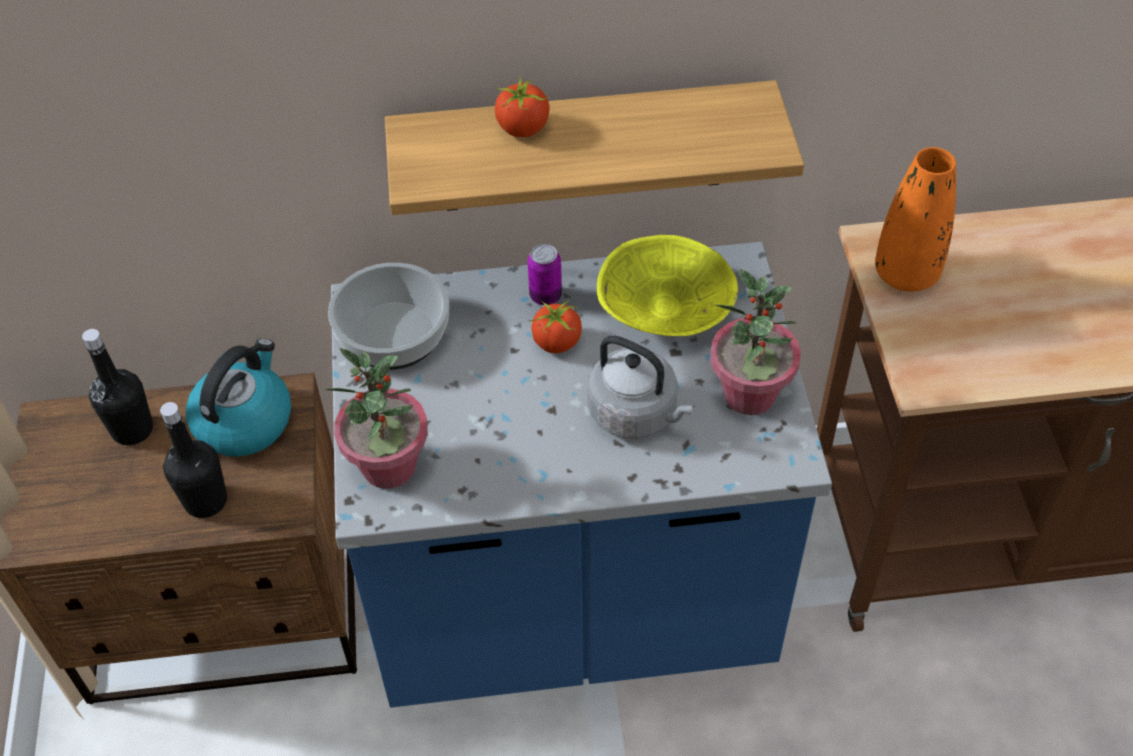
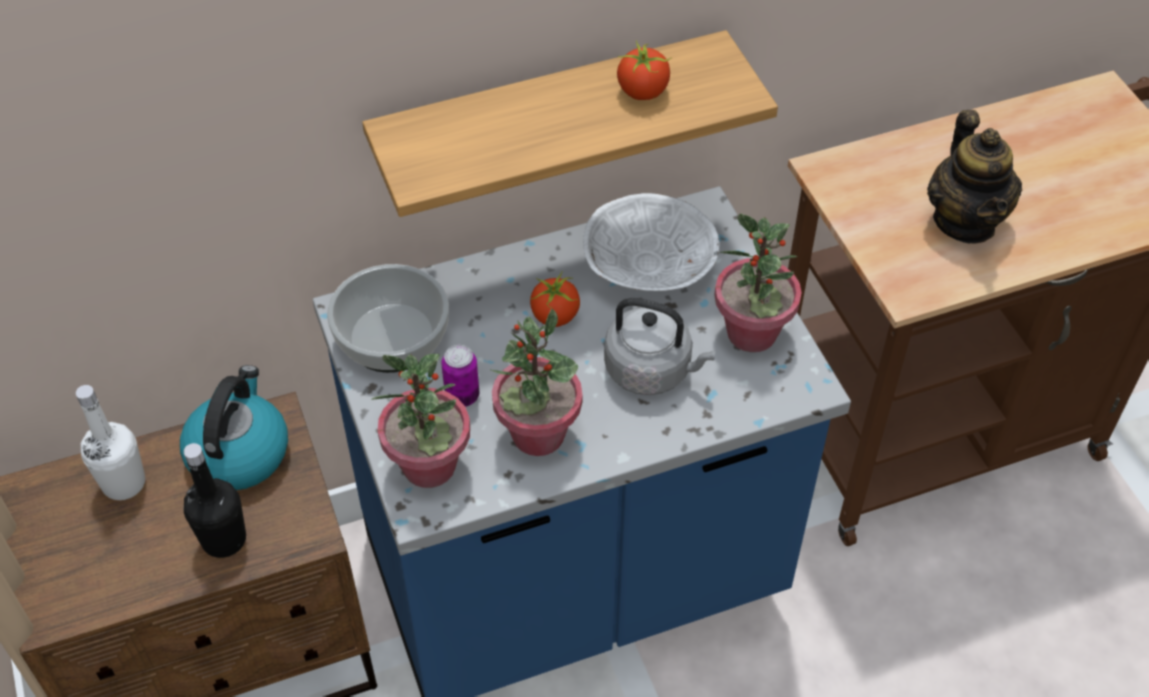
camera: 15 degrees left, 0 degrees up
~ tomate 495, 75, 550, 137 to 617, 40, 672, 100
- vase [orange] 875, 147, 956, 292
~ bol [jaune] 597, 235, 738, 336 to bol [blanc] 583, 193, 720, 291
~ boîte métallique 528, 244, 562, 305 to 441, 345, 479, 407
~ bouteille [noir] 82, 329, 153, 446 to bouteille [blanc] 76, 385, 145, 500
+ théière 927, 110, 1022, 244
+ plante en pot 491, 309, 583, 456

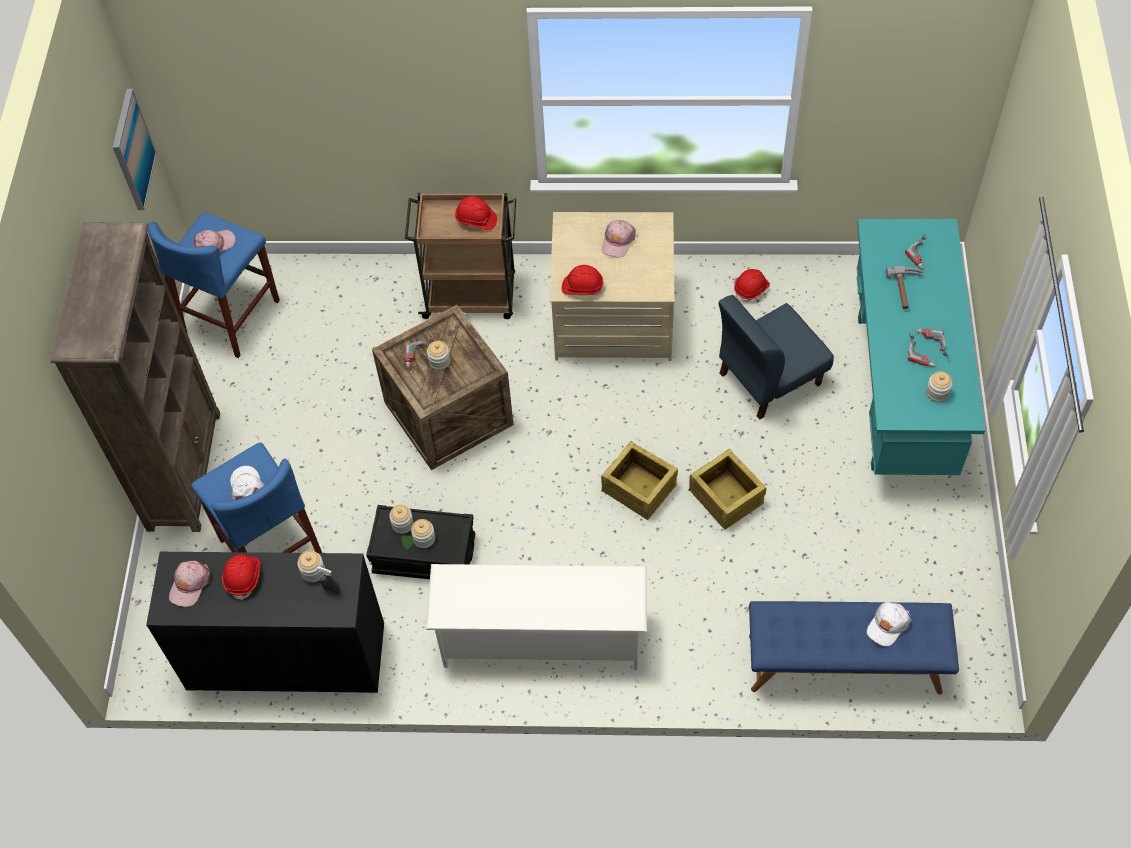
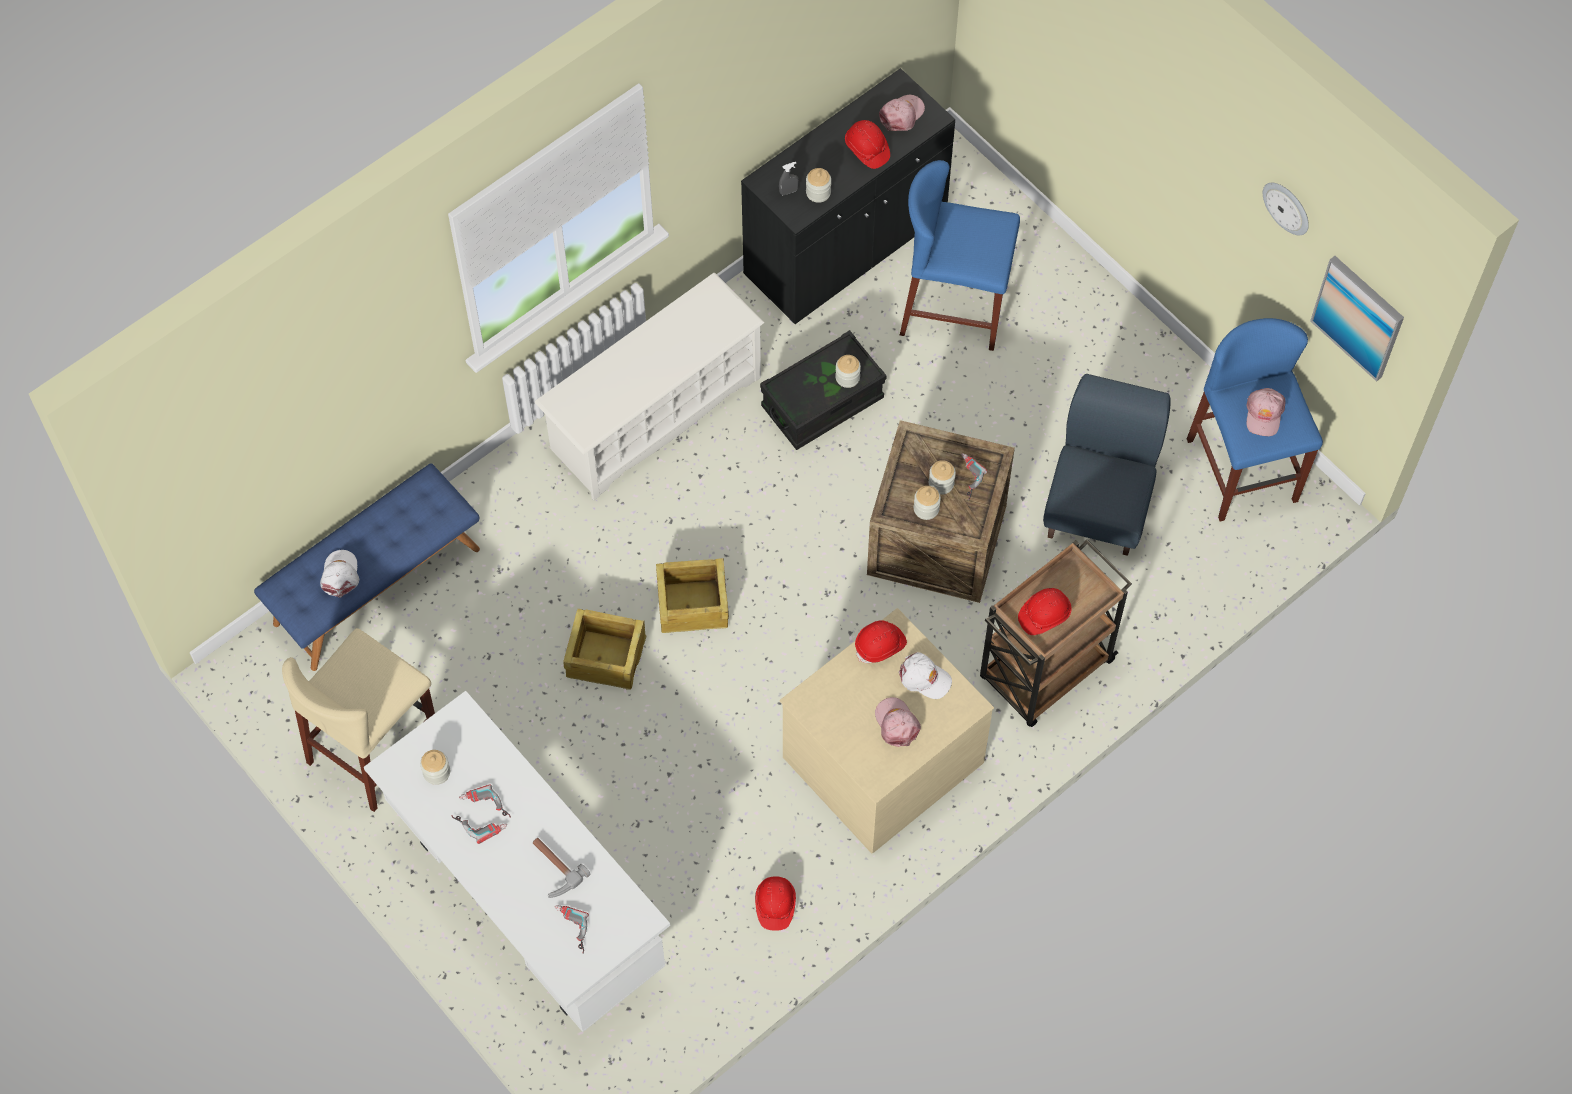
camera: 135 degrees right, 5 degrees up
~ bureau [turquoise] 857, 219, 985, 475 to bureau [blanc] 364, 691, 670, 1032
- bibliothèque [marron] 51, 222, 220, 532
~ chaise [bleu] 718, 295, 834, 419 to 1043, 374, 1171, 556
~ casquette [blanc] 230, 466, 264, 500 to 899, 652, 952, 699
~ bocal 411, 519, 435, 548 to 914, 486, 941, 520
~ casquette [rose] 169, 561, 211, 607 = 879, 95, 925, 131 60 degrees clockwise
+ horloge murale 1263, 182, 1309, 235
+ tabouret [beige] 282, 628, 435, 812

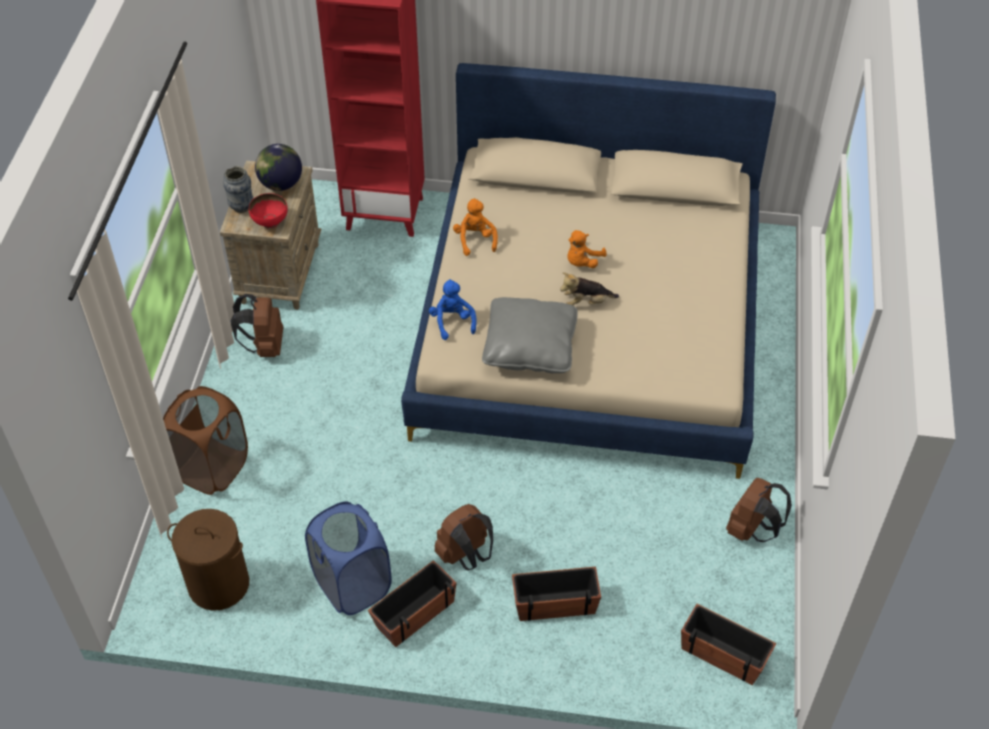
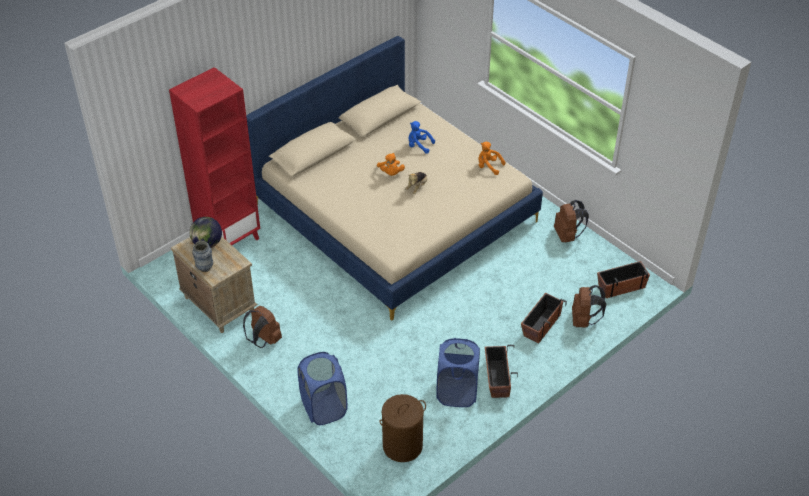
camera: 50 degrees left, 5 degrees down
- bol [rouge] 249, 193, 288, 229
~ peluche [orange] 453, 198, 498, 256 to 478, 142, 505, 175
~ peluche [bleu] 429, 279, 477, 340 to 409, 121, 435, 154
- coussin [gris] 482, 297, 578, 373
~ panier à linge [marron] 163, 386, 248, 495 to panier à linge [bleu] 297, 352, 348, 425
~ sac à dos [marron] 435, 504, 493, 570 to 572, 285, 606, 327

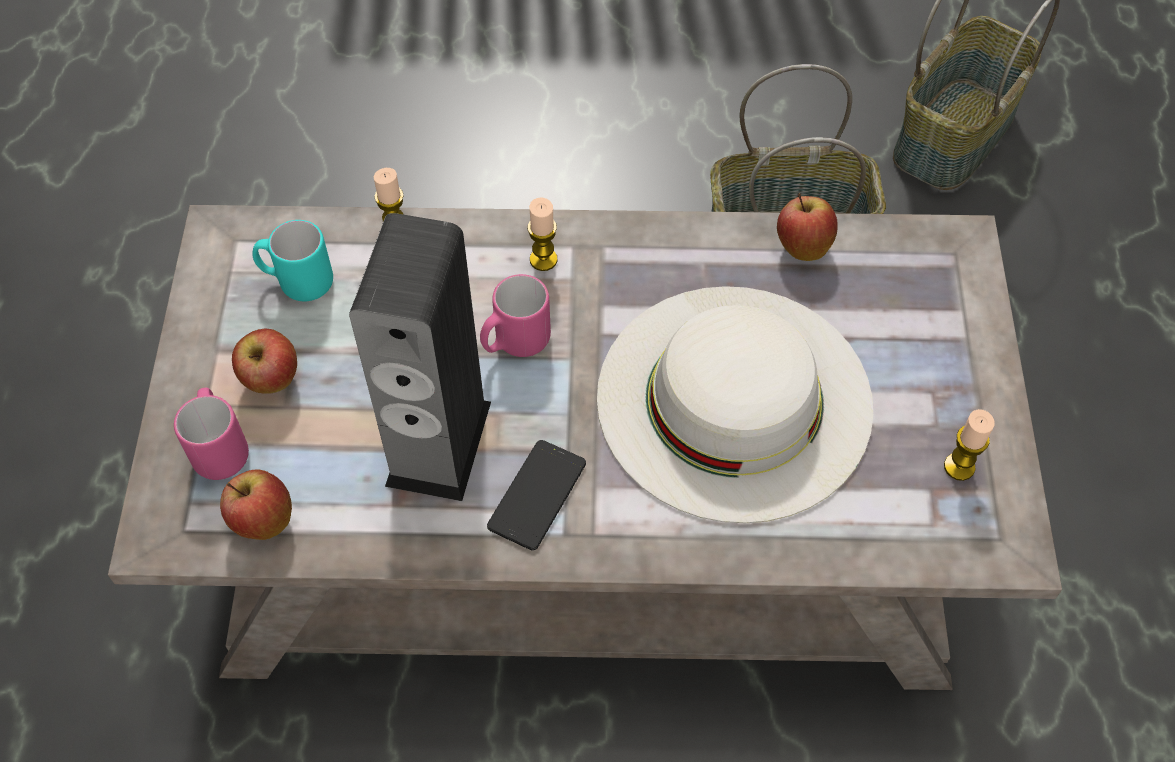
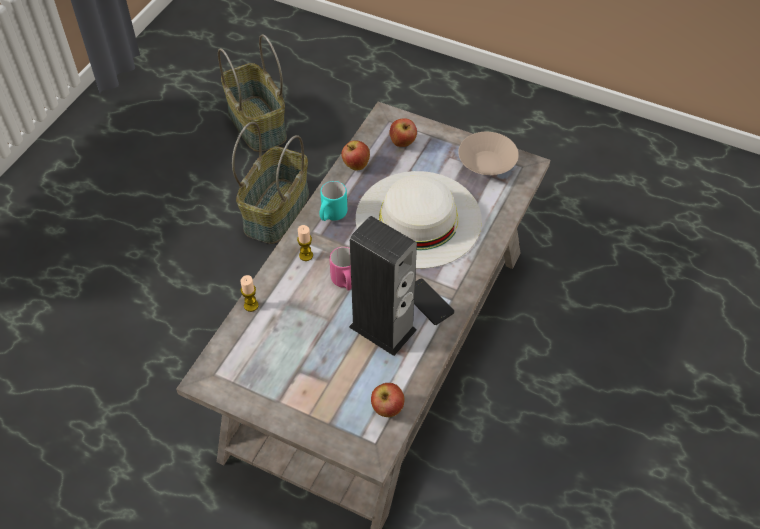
camera: 65 degrees left, 5 degrees down
~ mug [turquoise] 252, 220, 333, 301 to 319, 181, 347, 221
~ pomme 232, 329, 297, 394 to 390, 118, 417, 147
- mug [rose] 174, 388, 249, 480
~ bougie 944, 409, 995, 481 to bol [beige] 458, 132, 519, 175

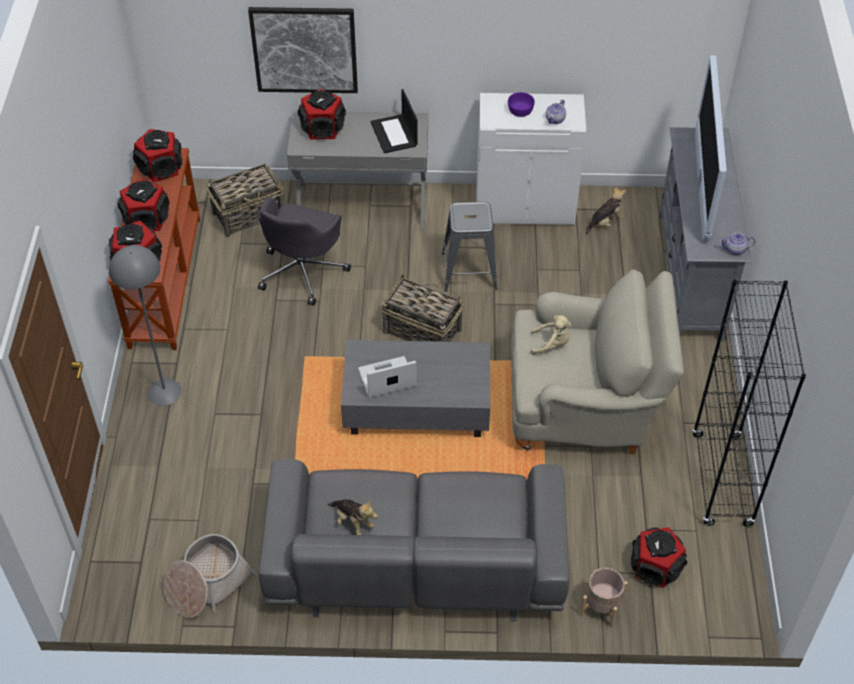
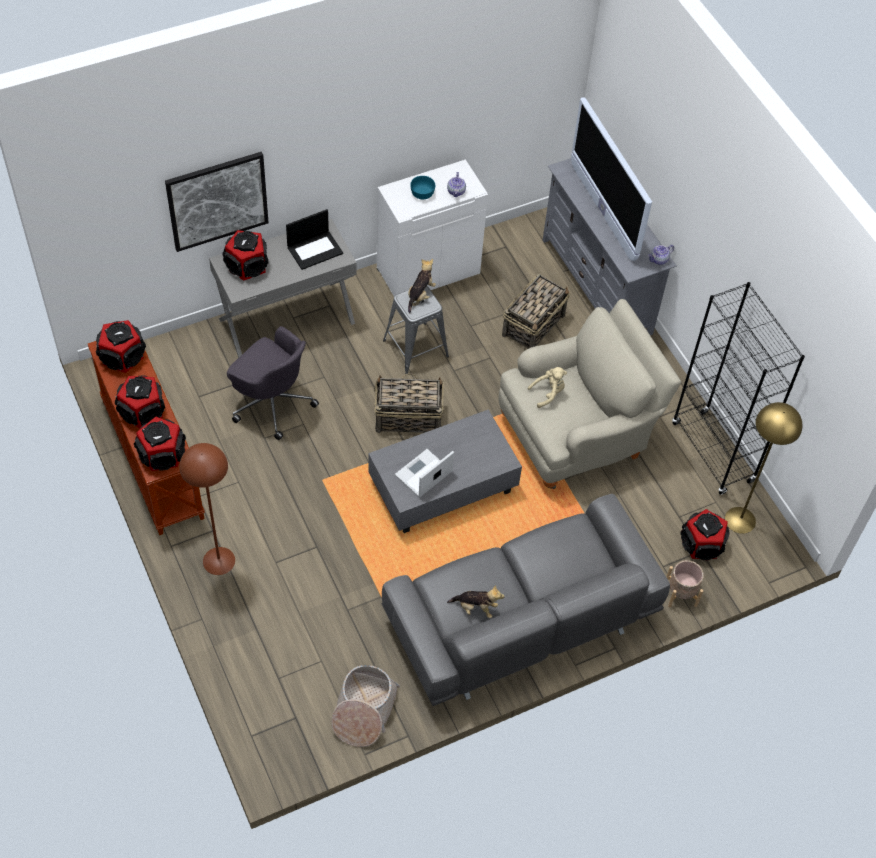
camera: 30 degrees left, 5 degrees up
~ ordinateur portable 370, 89, 418, 153 = 286, 209, 343, 270 75 degrees counterclockwise
~ bol [violet] 508, 92, 535, 117 to bol [turquoise] 410, 176, 435, 199
~ panier 207, 163, 284, 237 to 502, 274, 570, 349
~ peluche 586, 187, 626, 235 to 408, 259, 436, 313
~ chaise de bureau [gris] 258, 197, 351, 306 = 227, 326, 319, 440 45 degrees counterclockwise
~ lampadaire [gris] 109, 245, 182, 406 to lampadaire [marron] 179, 443, 235, 575
+ lampadaire [jaune] 725, 402, 802, 534

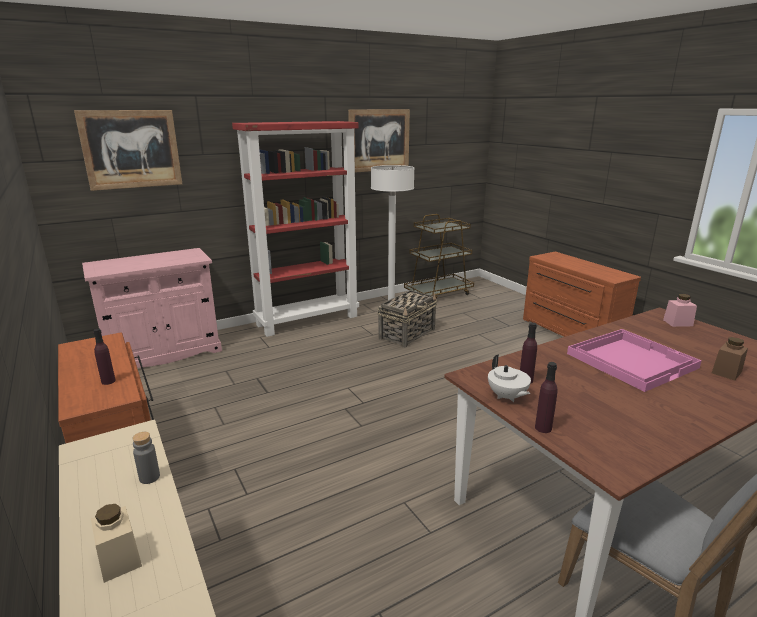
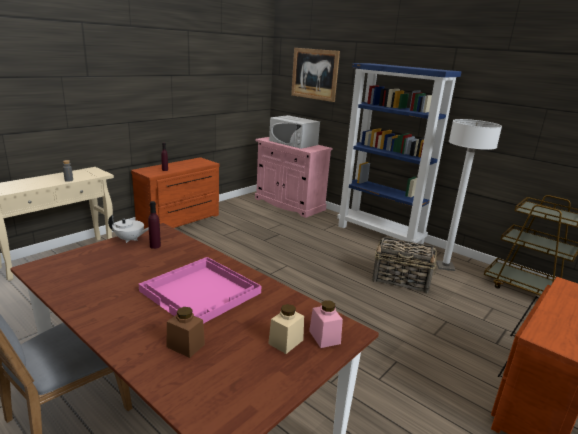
camera: 70 degrees right, 0 degrees up
- tableau 348, 109, 410, 173
~ bibliothèque [rouge] 232, 121, 359, 337 to bibliothèque [bleu] 337, 63, 461, 244
~ théière [blanc] 488, 355, 531, 402 = 108, 215, 149, 243 135 degrees counterclockwise
- bouteille [violet] 535, 362, 557, 433
~ bocal [beige] 91, 504, 142, 583 to 268, 304, 304, 354
+ micro-ondes [blanc] 269, 115, 320, 149

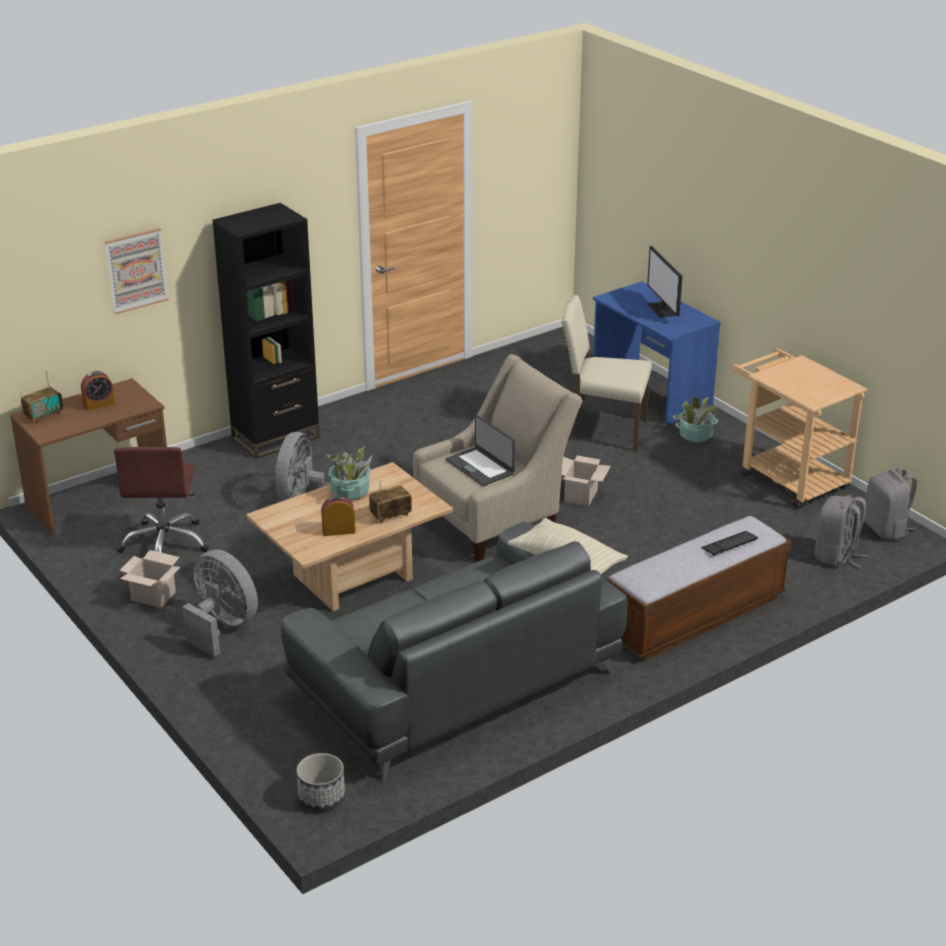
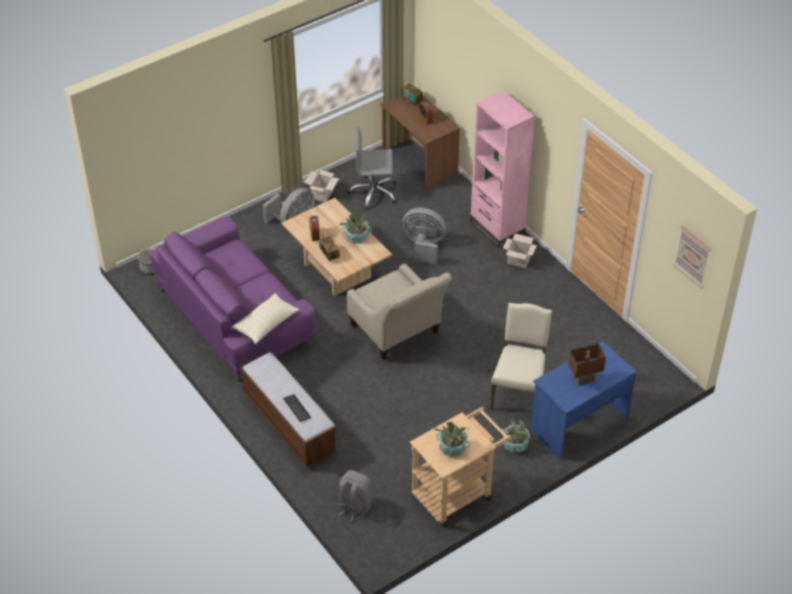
camera: 90 degrees right, 15 degrees up
~ bibliothèque [noir] 212, 203, 320, 459 to bibliothèque [rose] 470, 90, 535, 248
~ tableau 105, 228, 169, 314 to 673, 225, 711, 288
~ écran d'ordinateur 647, 246, 682, 318 to lampe de table [marron] 568, 343, 606, 386
- ordinateur portable 446, 415, 515, 486
~ chaise de bureau [marron] 114, 447, 209, 553 to chaise de bureau [gris] 347, 126, 397, 210
~ carton 562, 455, 611, 506 to 503, 234, 537, 268
- sac à dos [gris] 864, 466, 917, 541
~ canapé [gris] 281, 522, 628, 781 to canapé [violet] 150, 216, 318, 382
+ plante en pot 434, 421, 470, 457

